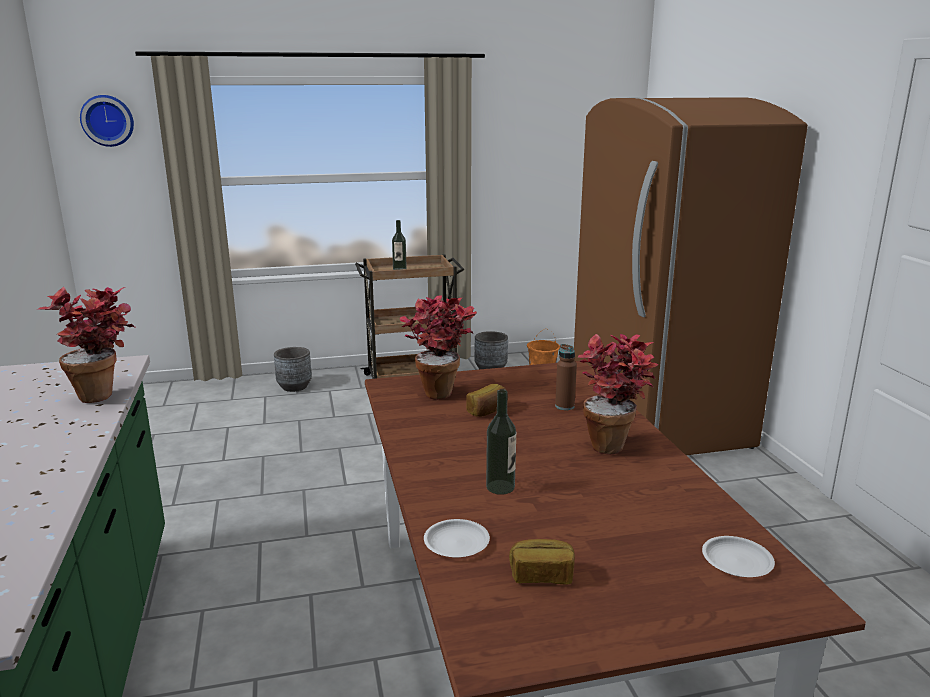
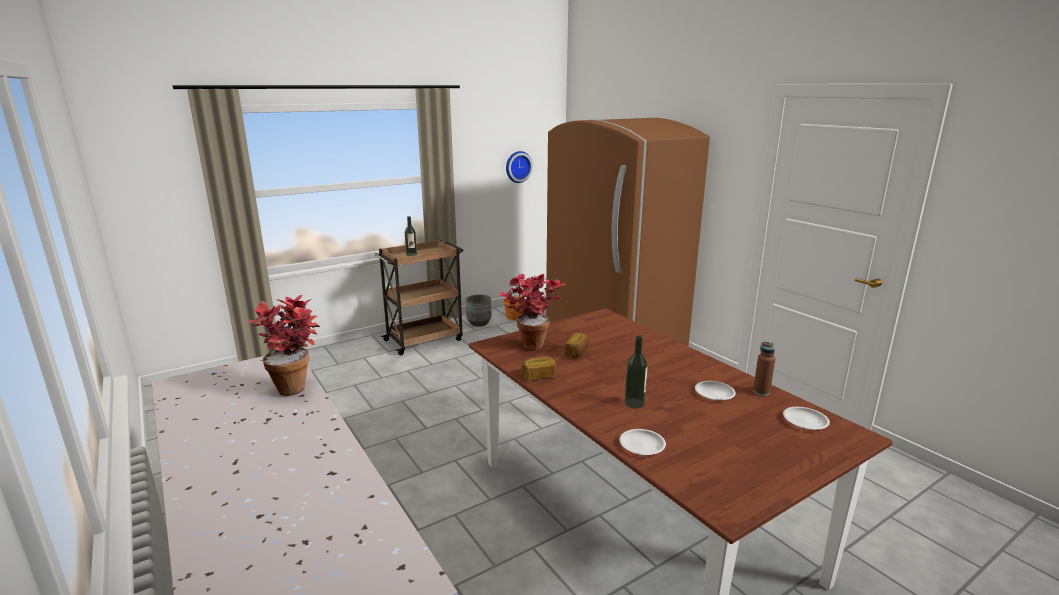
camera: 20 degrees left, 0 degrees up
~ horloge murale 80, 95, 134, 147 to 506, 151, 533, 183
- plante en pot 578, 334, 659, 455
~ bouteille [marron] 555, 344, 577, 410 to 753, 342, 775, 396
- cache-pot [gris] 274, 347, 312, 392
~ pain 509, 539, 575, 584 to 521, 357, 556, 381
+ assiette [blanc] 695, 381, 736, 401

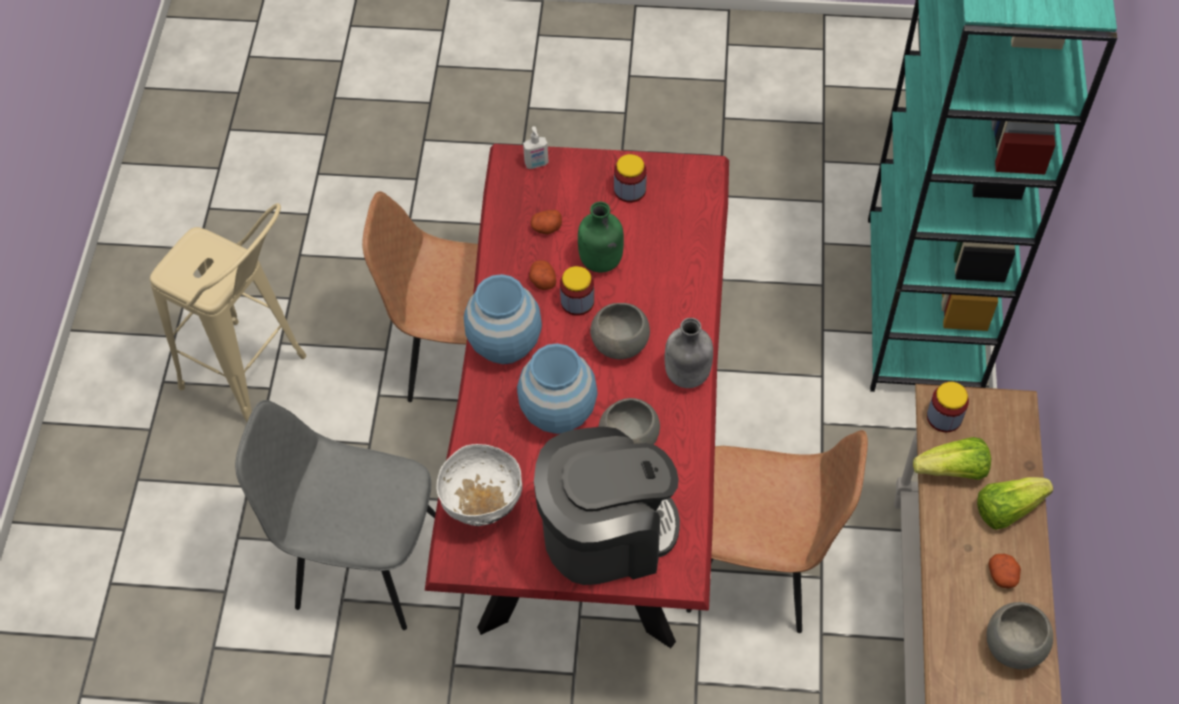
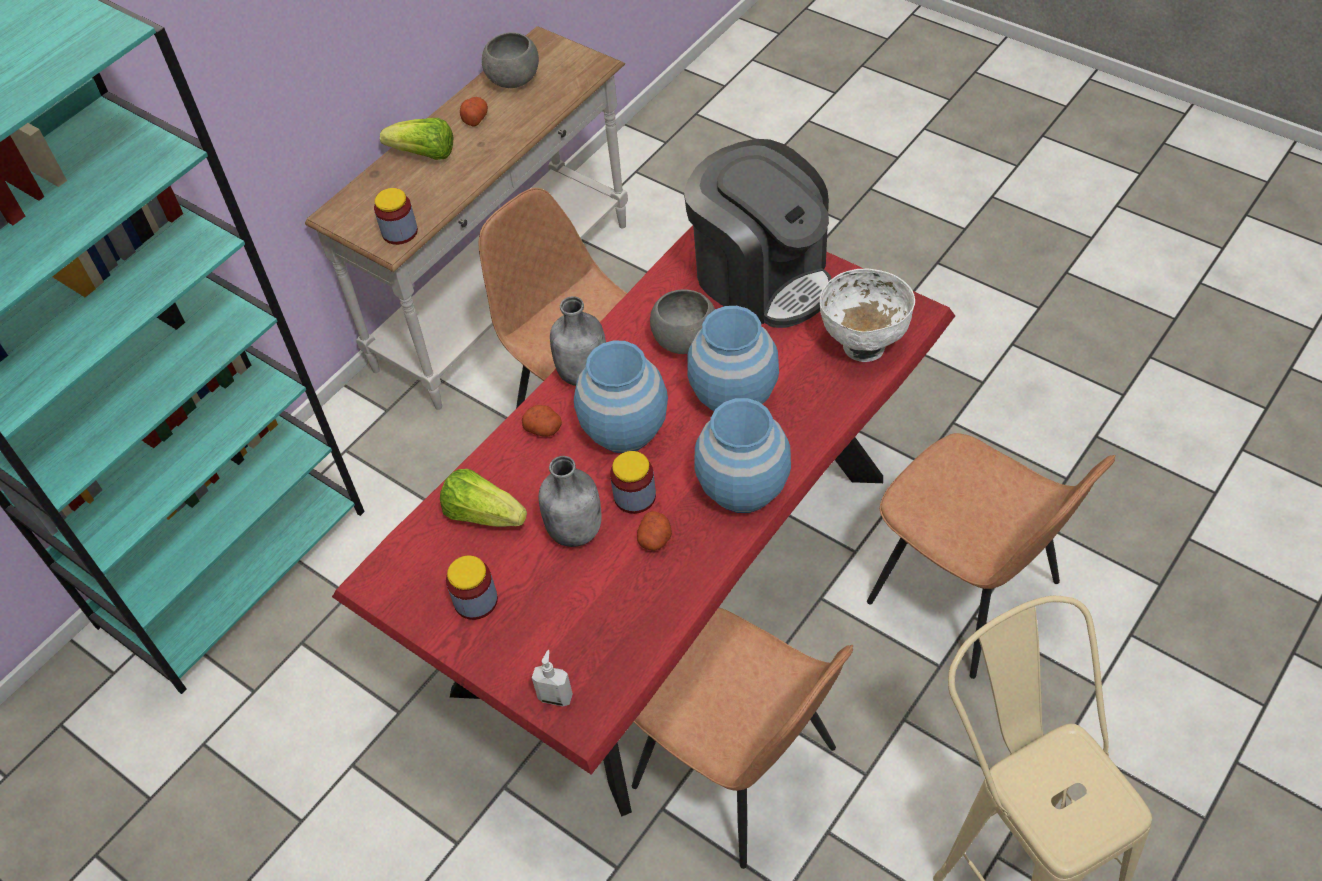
camera: 145 degrees left, 5 degrees down
~ bouteille [vert] 578, 201, 624, 273 to bouteille [gris] 539, 456, 602, 547
~ pomme de terre 531, 210, 562, 235 to 522, 405, 562, 437
~ bol [gris] 590, 303, 650, 359 to vase [bleu] 574, 340, 668, 453
~ chaise [gris] 235, 400, 436, 630 to chaise [marron] 867, 433, 1116, 679
~ machine à café 534, 427, 680, 585 = 684, 139, 831, 328 150 degrees counterclockwise
~ laitue 913, 437, 991, 480 to 440, 469, 527, 527

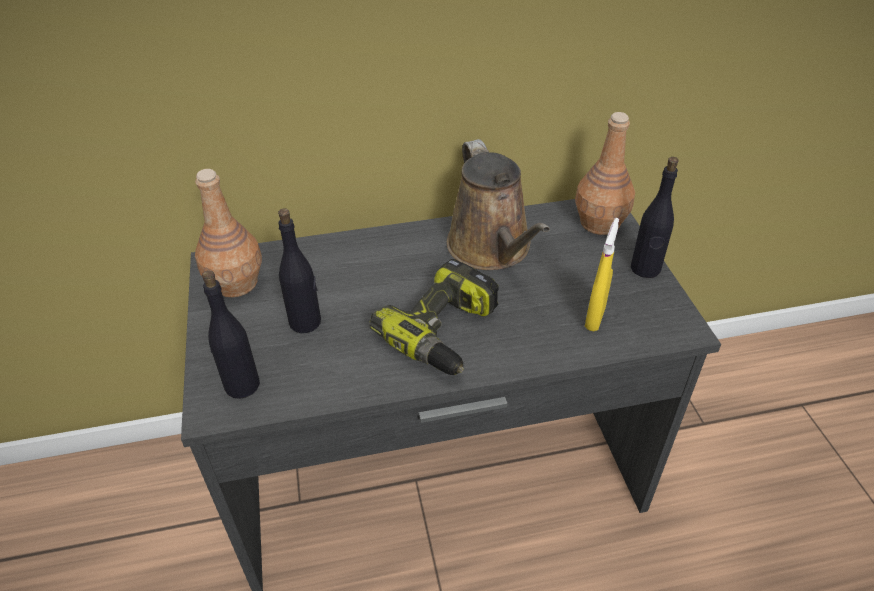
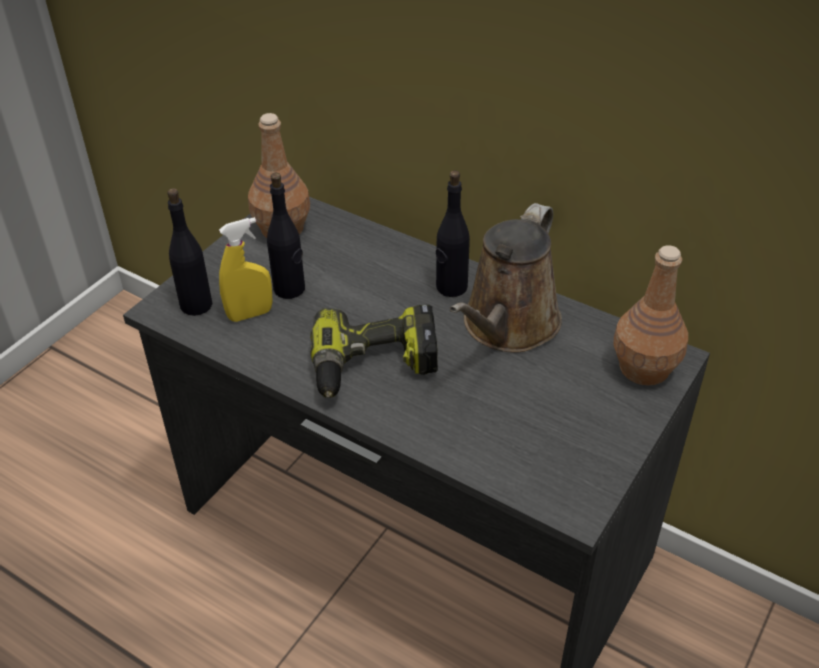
camera: 45 degrees right, 0 degrees up
~ bouteille [noir] 631, 157, 679, 278 to 436, 171, 470, 297
~ vaporisateur [jaune] 585, 218, 619, 331 to 219, 217, 273, 322

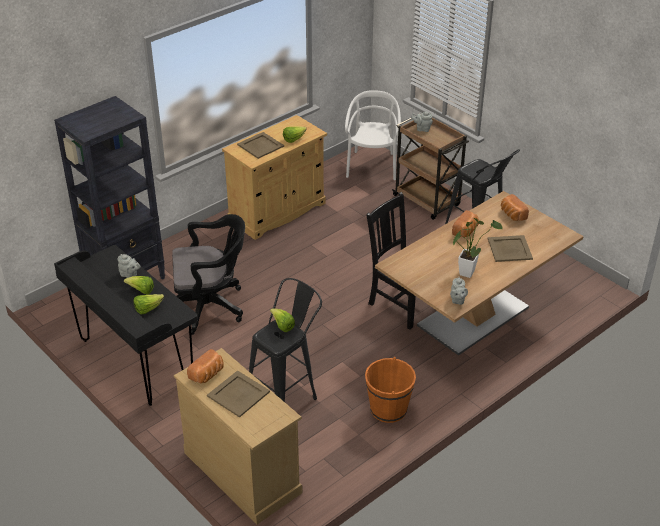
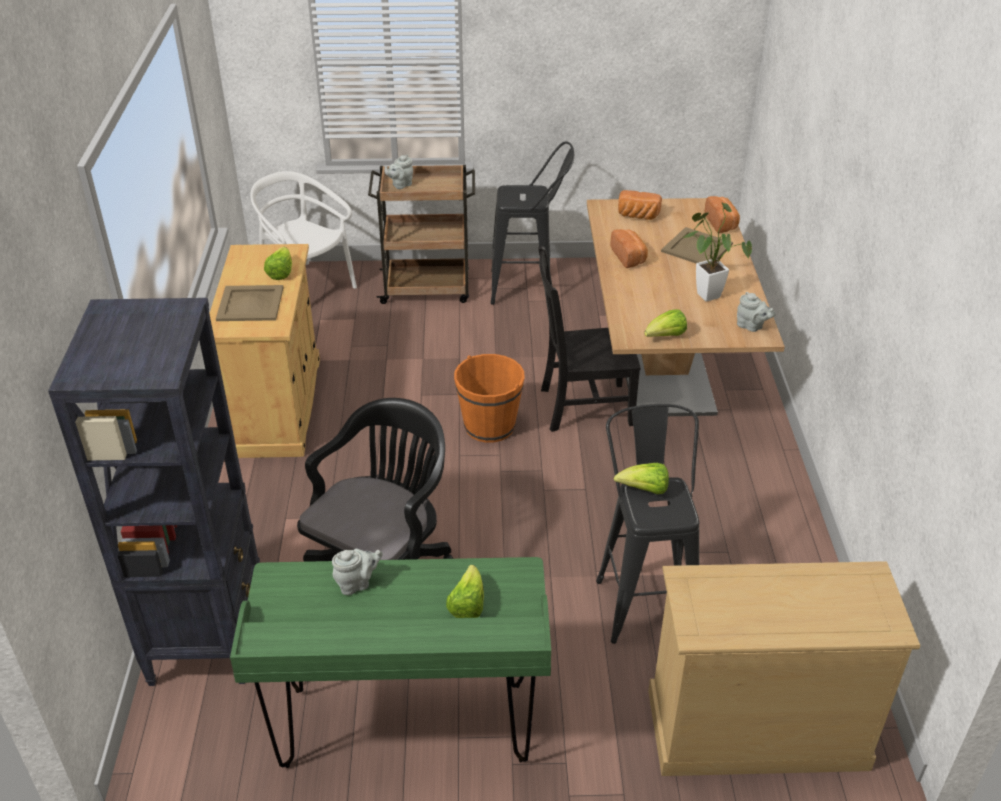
camera: 50 degrees left, 0 degrees up
~ bureau [noir] 54, 245, 198, 406 to bureau [vert] 230, 557, 551, 768
~ laitue 124, 276, 154, 295 to 644, 309, 687, 337
~ pain 187, 349, 224, 383 to 705, 196, 740, 233
~ seau [orange] 365, 357, 416, 423 to 454, 354, 524, 443
- plateau [beige] 207, 370, 270, 418

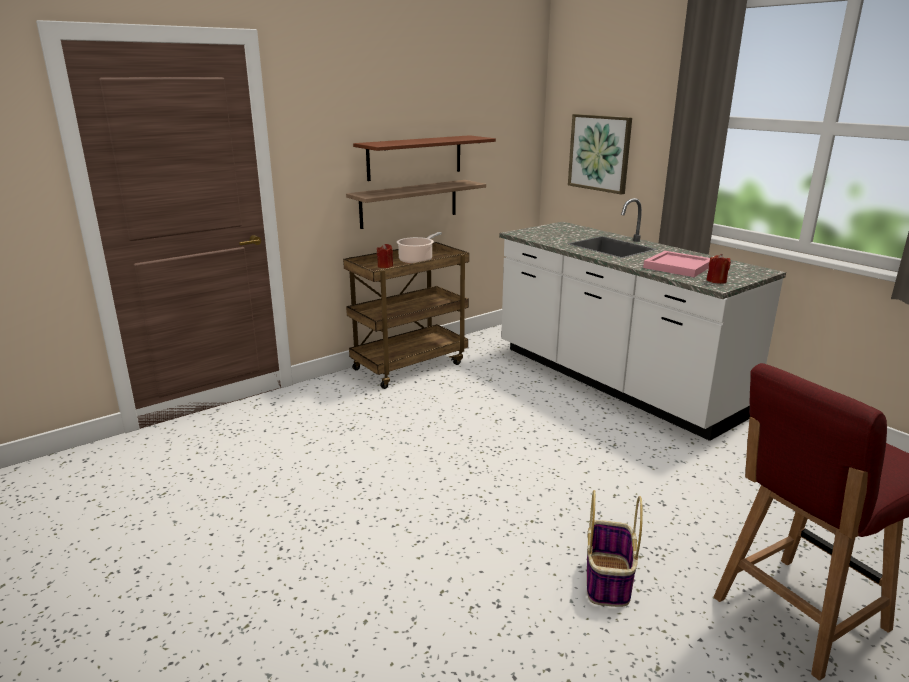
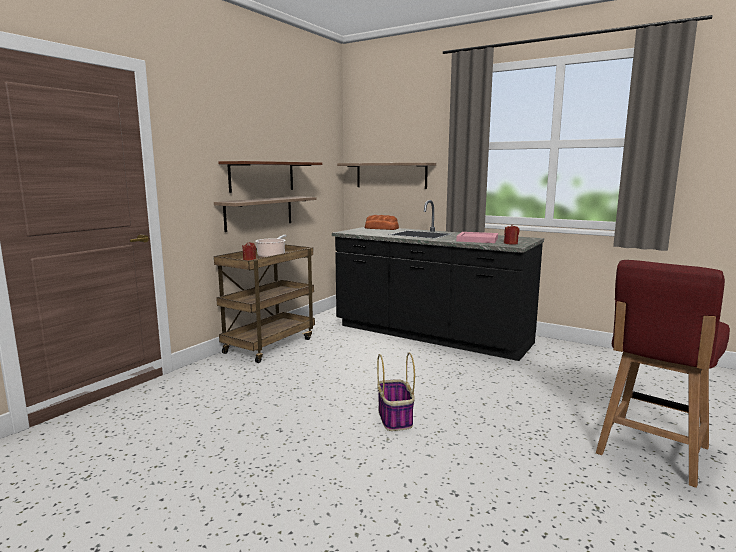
camera: 20 degrees left, 10 degrees down
~ tableau 568, 114, 632, 194 to étagère 337, 163, 436, 189
~ comptoir de cuisine [blanc] 499, 198, 786, 441 to comptoir de cuisine [noir] 332, 200, 544, 361
~ panier 587, 490, 643, 607 to 377, 353, 415, 431
+ pain 365, 215, 399, 230

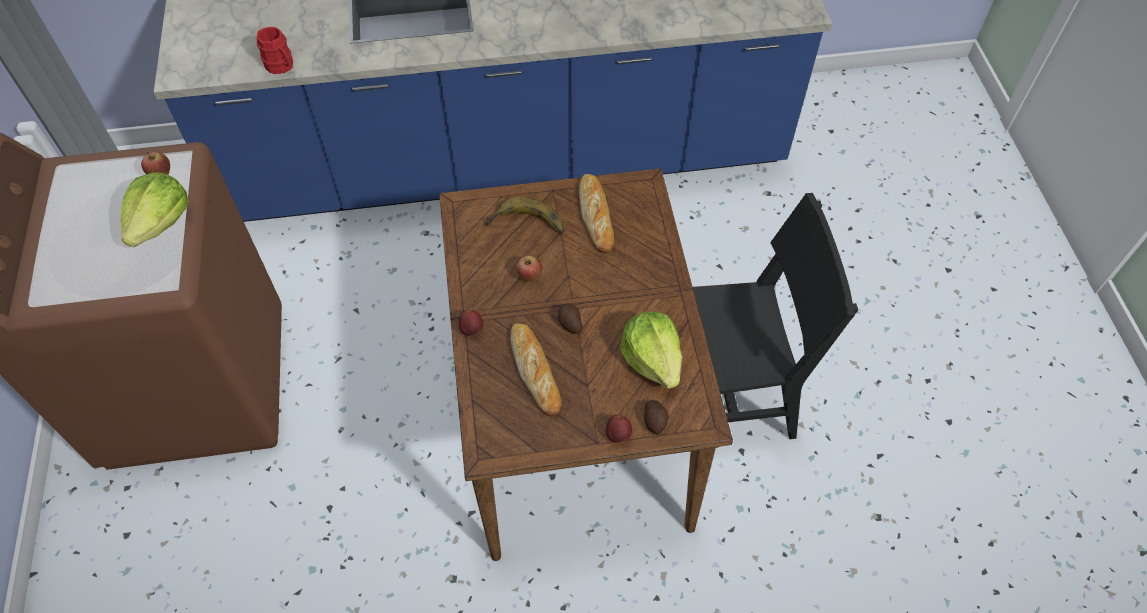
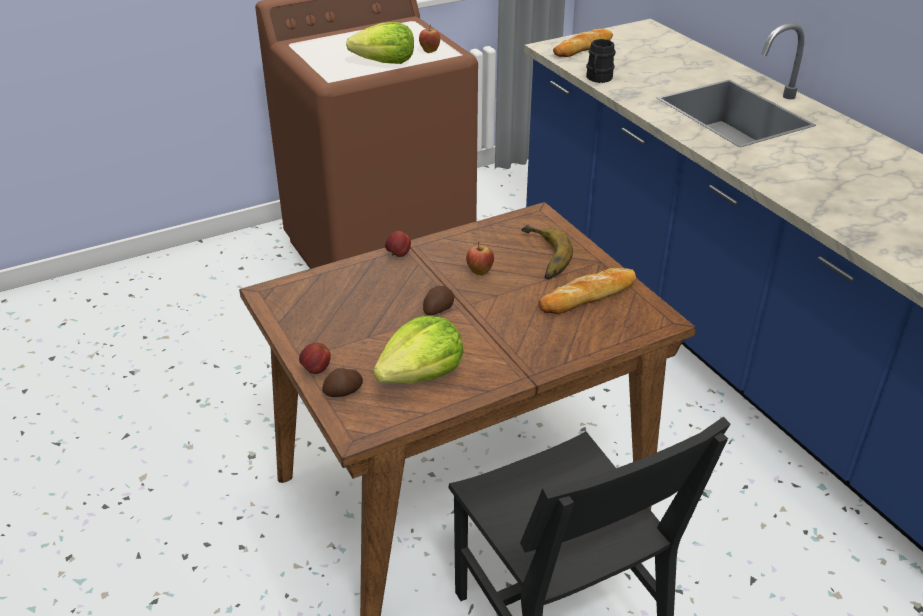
camera: 70 degrees right, 20 degrees down
~ mug [rouge] 257, 27, 293, 74 to mug [noir] 586, 39, 616, 83
~ pain 510, 324, 562, 416 to 553, 28, 613, 57

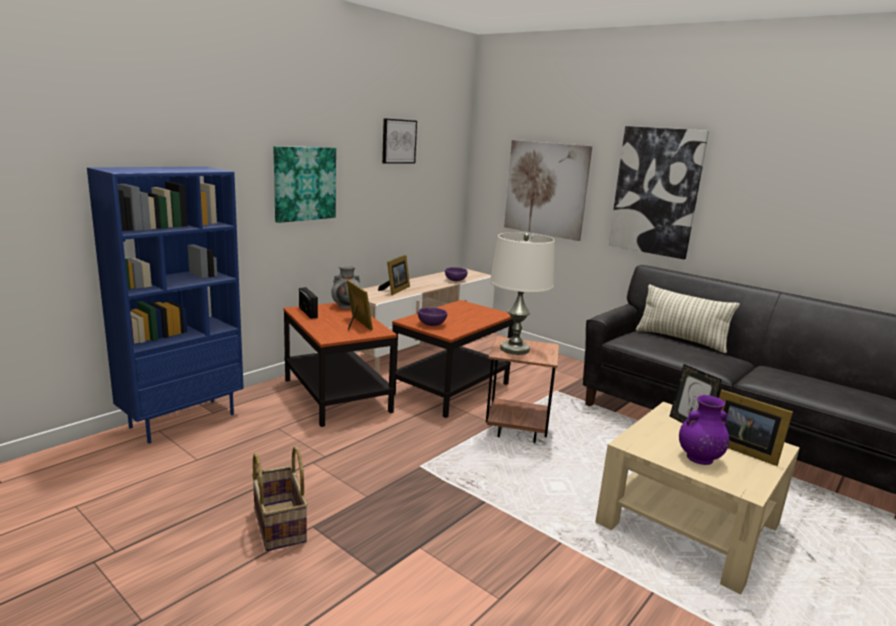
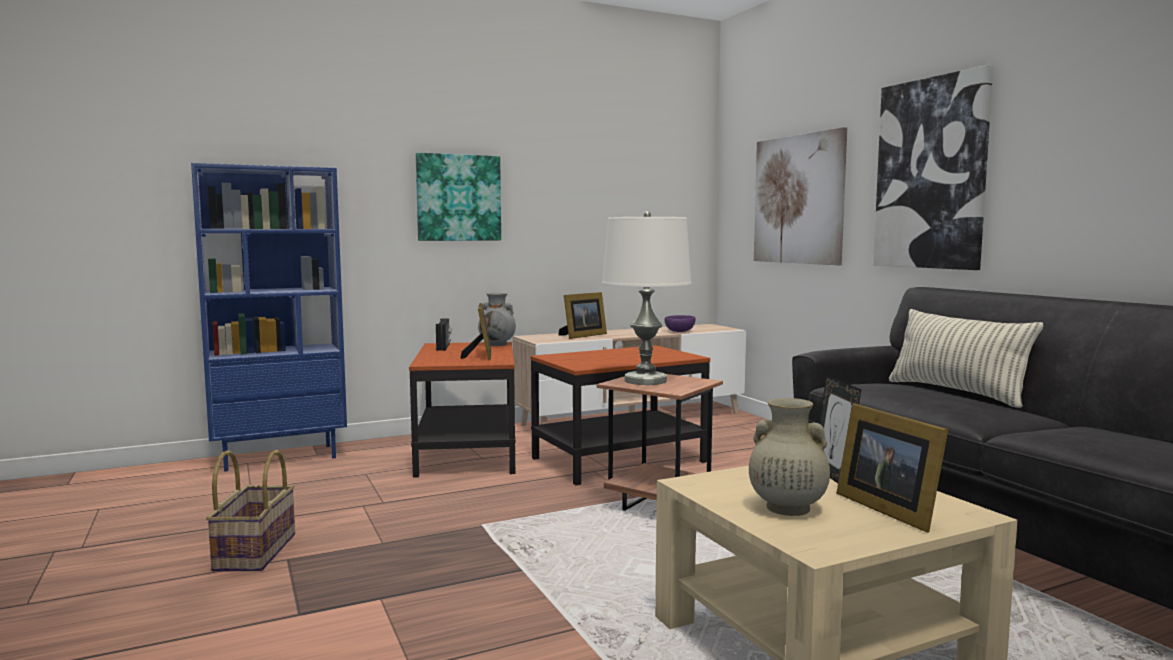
camera: 25 degrees right, 10 degrees down
- tableau 382, 118, 417, 164
- bol [violet] 418, 308, 447, 326
~ vase [violet] 679, 395, 729, 465 to vase [beige] 749, 398, 830, 516

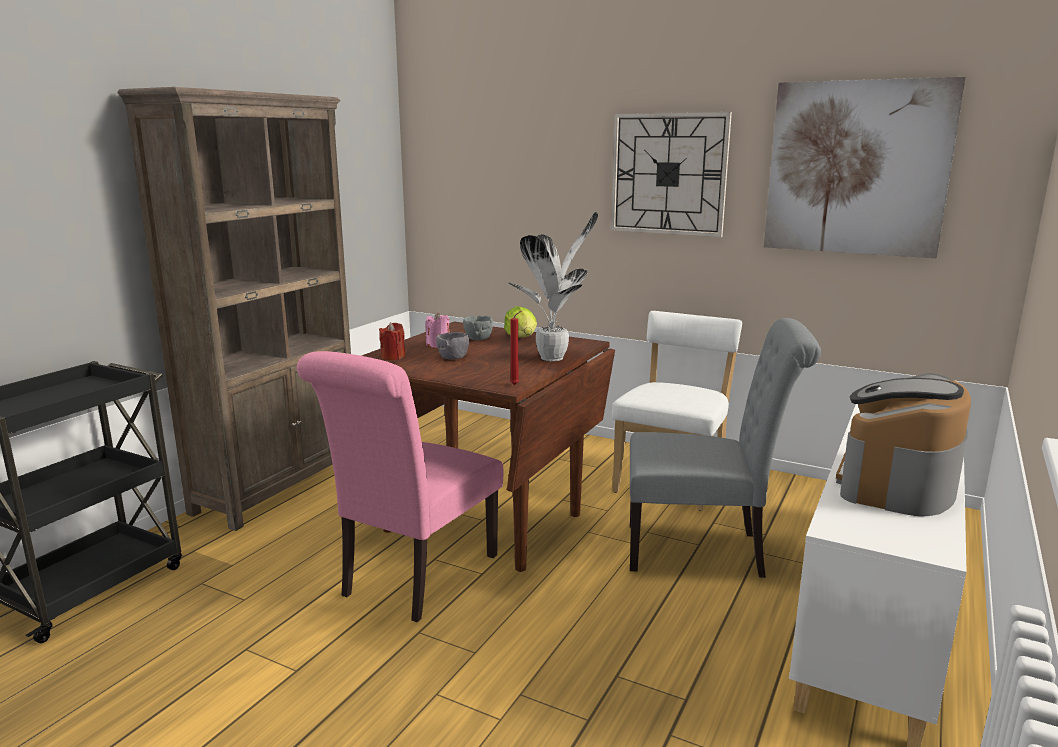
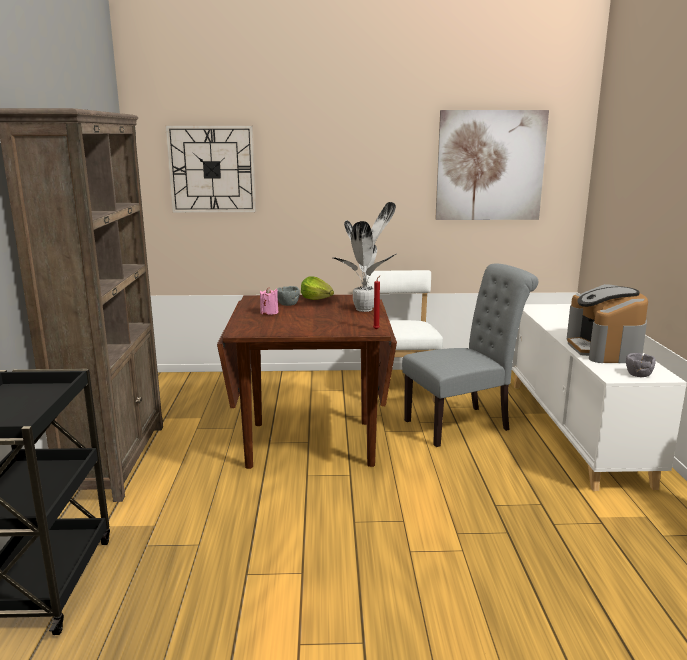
camera: 30 degrees left, 0 degrees up
~ horloge murale 611, 112, 732, 237 to 165, 125, 256, 213
- bougie [rouge] 379, 322, 405, 360
~ bol [gris] 436, 332, 469, 359 to 626, 353, 656, 377
- chaise [rose] 297, 351, 503, 622

